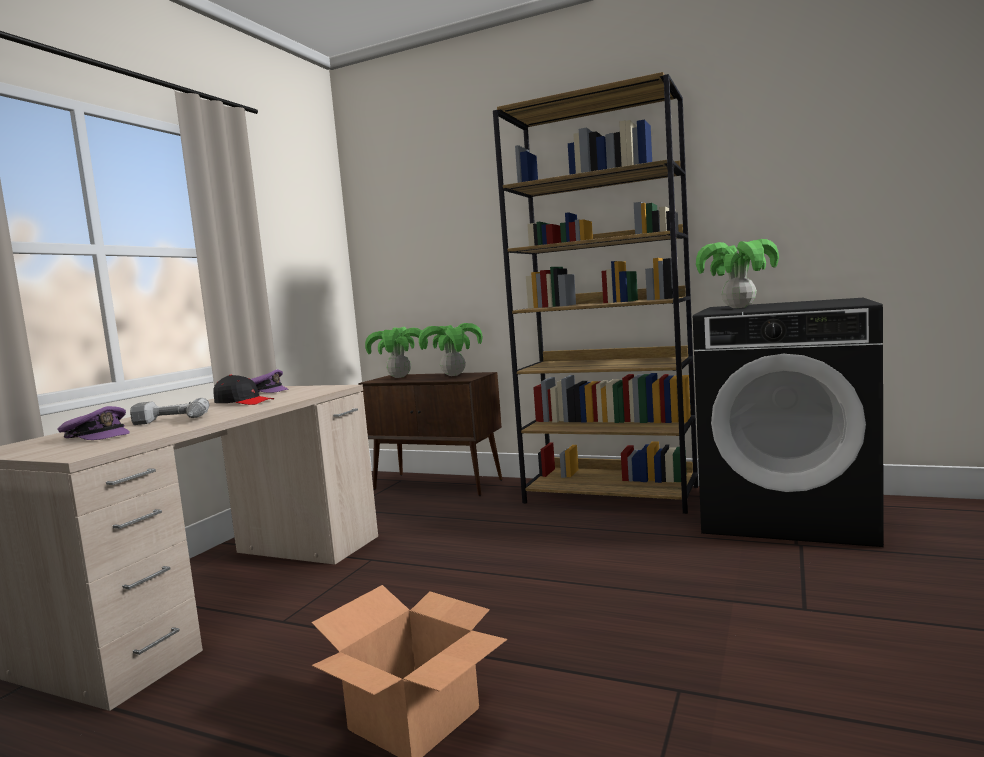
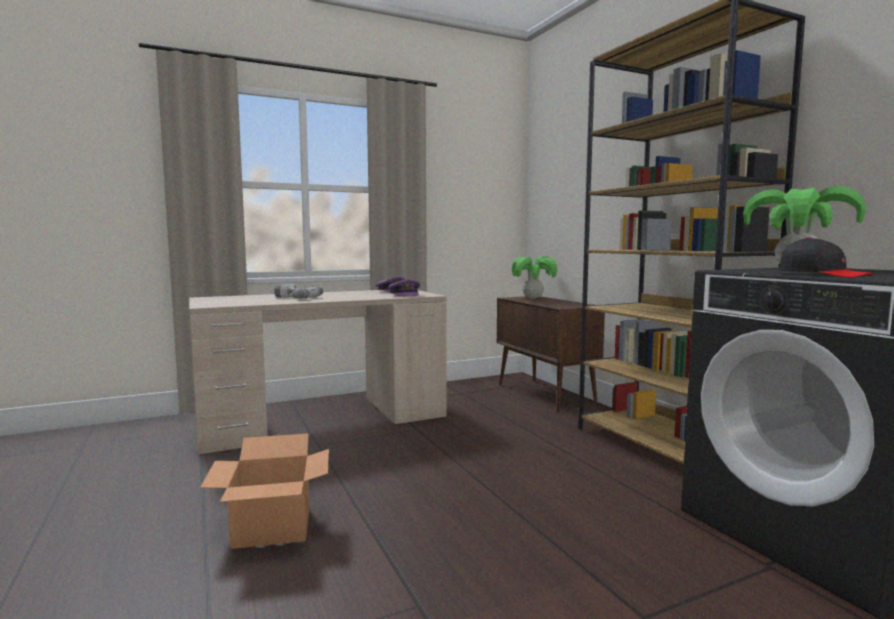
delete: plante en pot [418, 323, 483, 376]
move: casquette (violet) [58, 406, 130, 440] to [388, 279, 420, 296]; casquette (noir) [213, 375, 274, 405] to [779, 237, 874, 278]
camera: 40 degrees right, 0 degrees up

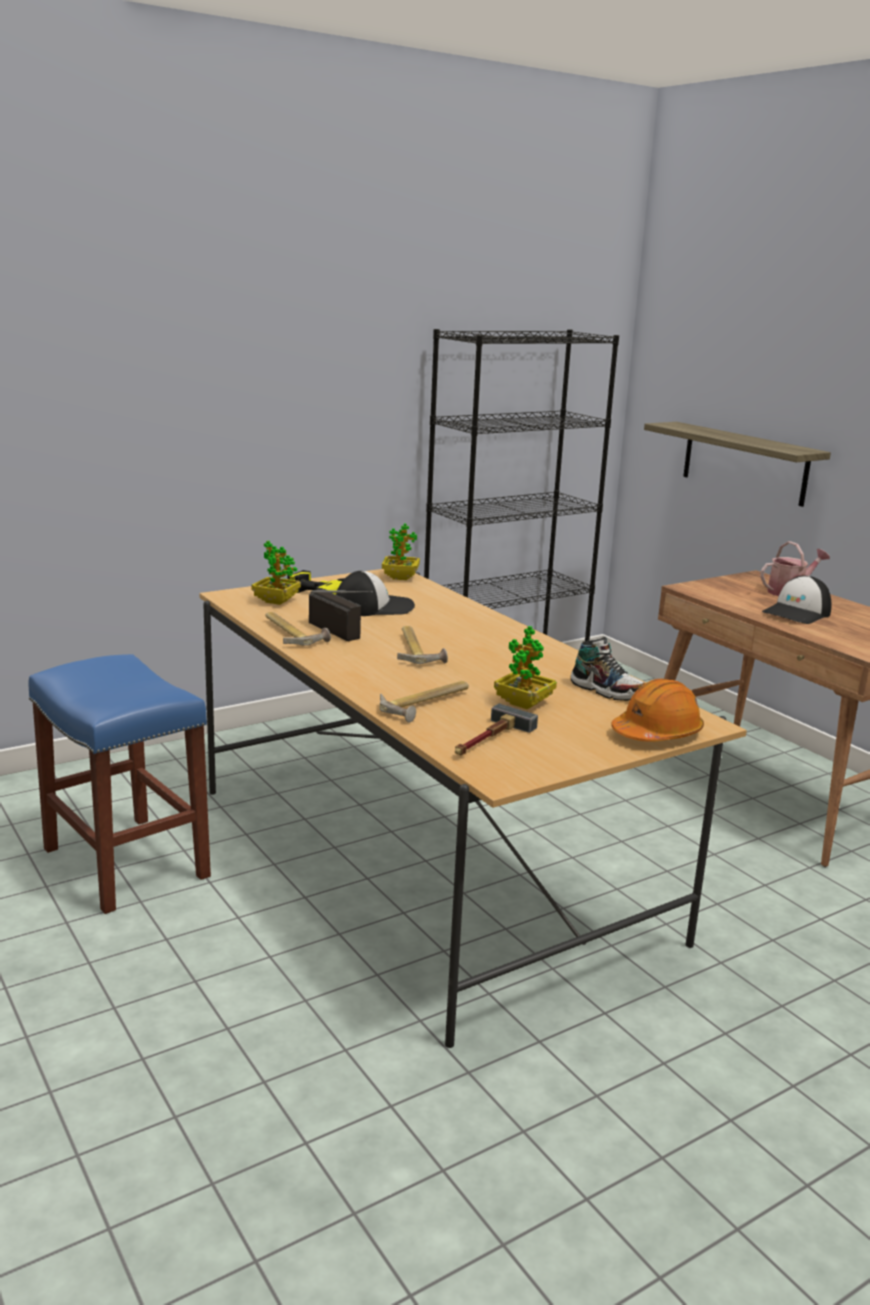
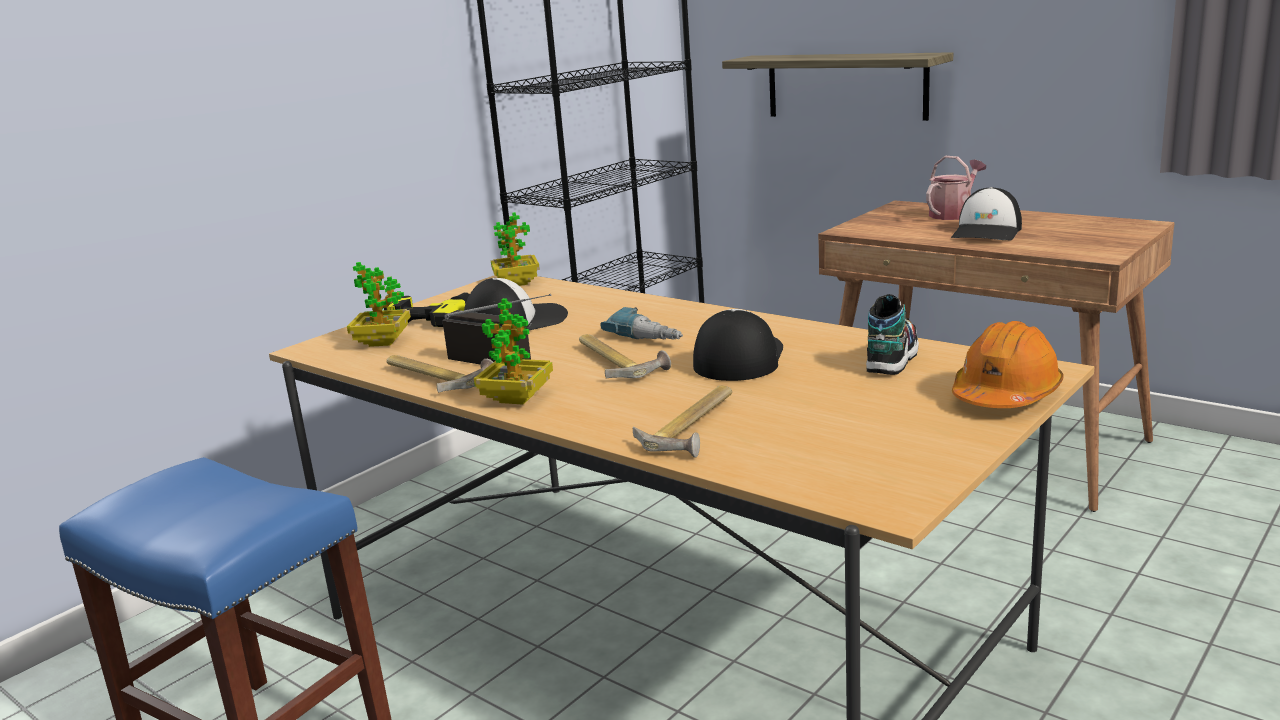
delete: marteau [455, 704, 538, 755]
insert: perceuse [600, 307, 683, 340]; casquette [693, 309, 783, 381]
move: plante en pot [494, 626, 557, 709] to [474, 298, 553, 405]
rotate: chaussure [571, 637, 645, 701] = [866, 294, 919, 375] 90 degrees counterclockwise
camera: 15 degrees left, 0 degrees up

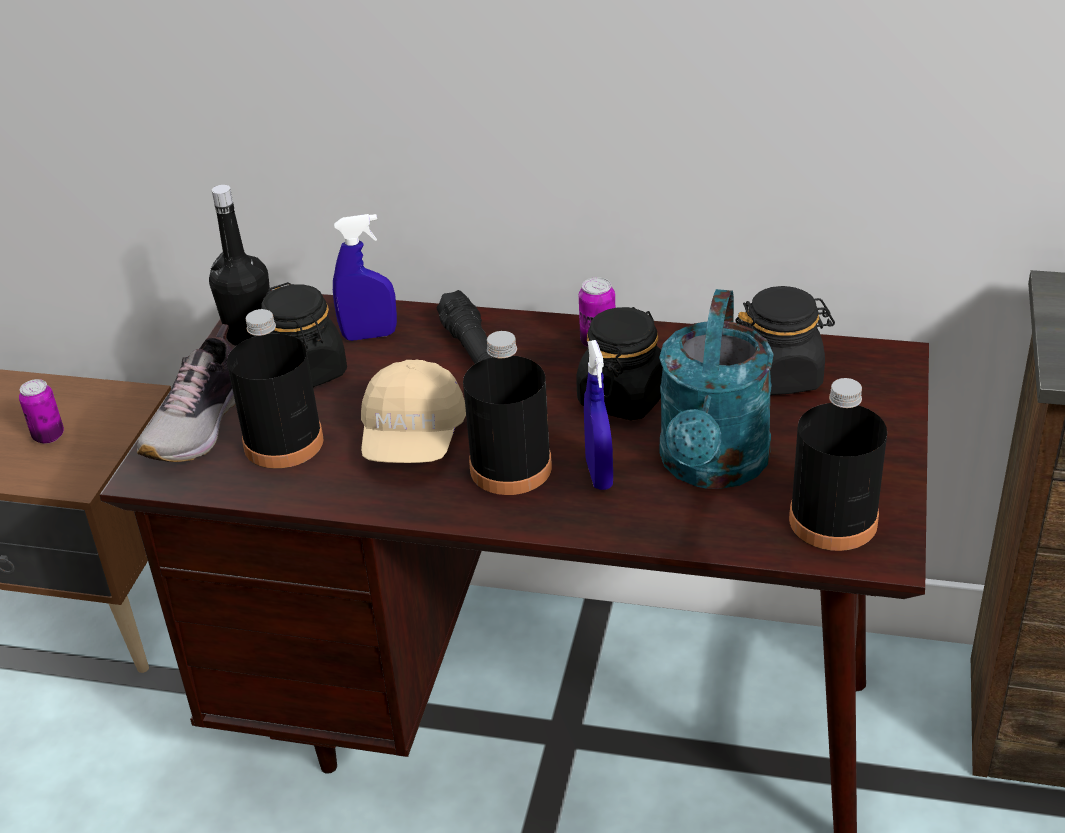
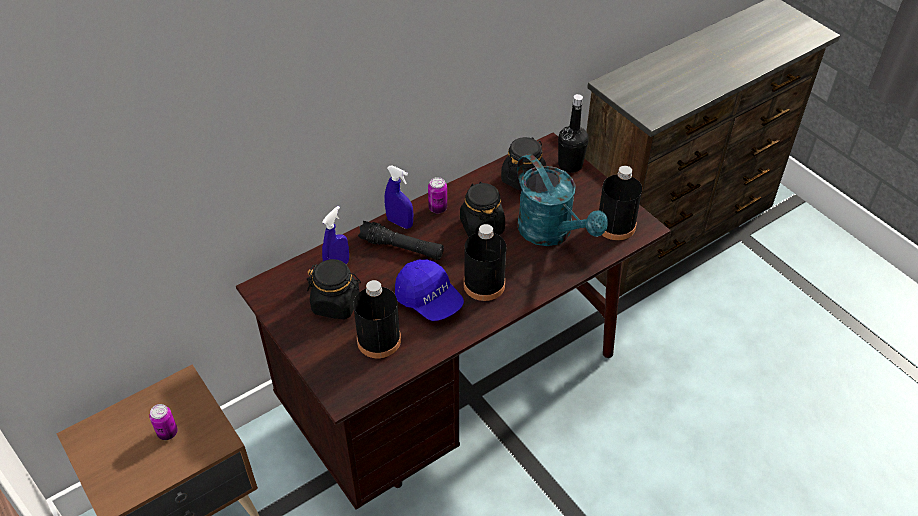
delete: chaussure [137, 324, 236, 462]
move: bouteille (noir) [209, 185, 270, 346] to [558, 94, 589, 173]; vaporisateur (bleu) [584, 340, 613, 490] to [384, 165, 413, 229]
recolor: casquette (beige) [361, 359, 466, 463] to casquette (bleu) [395, 259, 464, 321]
camera: 50 degrees left, 10 degrees up

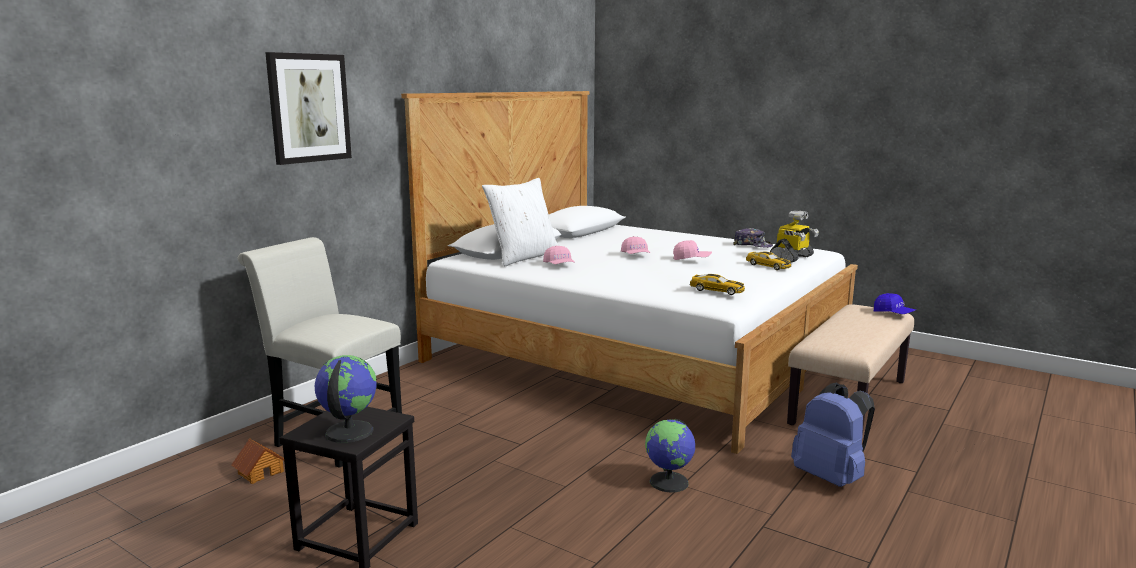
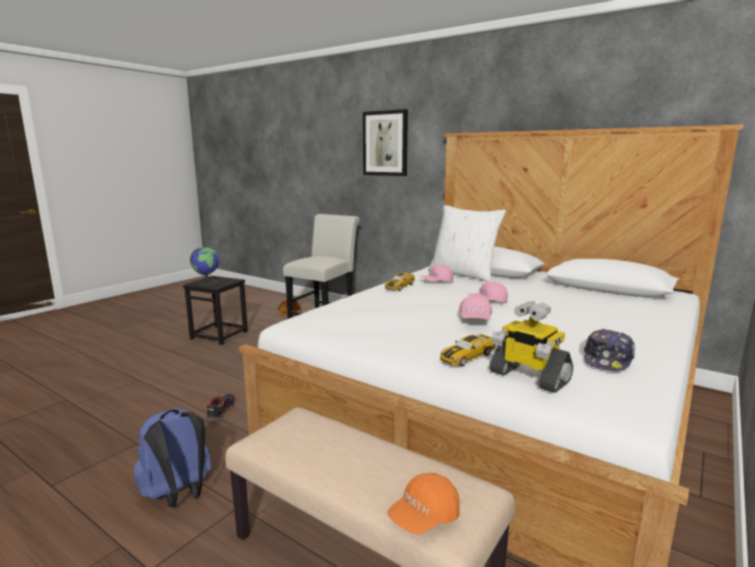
move: petite voiture [689, 274, 745, 295] to [385, 273, 415, 291]
replace: globe [645, 419, 695, 492] to chaussure [206, 394, 236, 422]
recolor: casquette (bleu) [874, 293, 916, 314] to casquette (orange) [387, 473, 460, 535]
camera: 90 degrees right, 0 degrees up

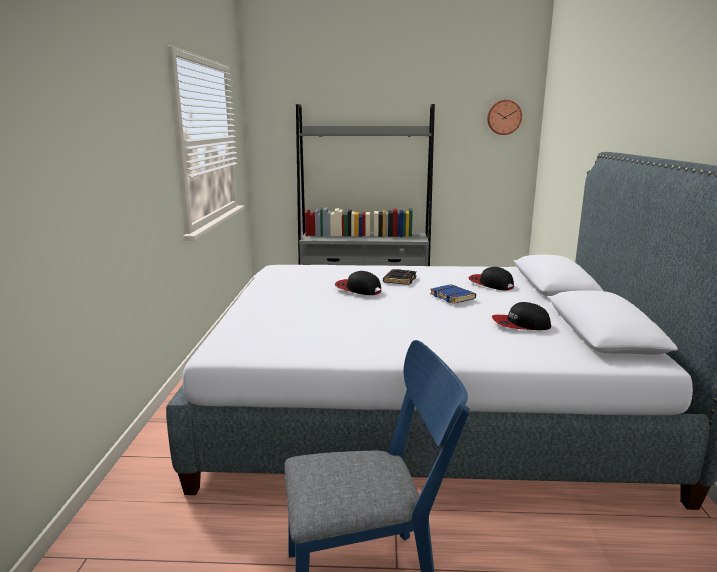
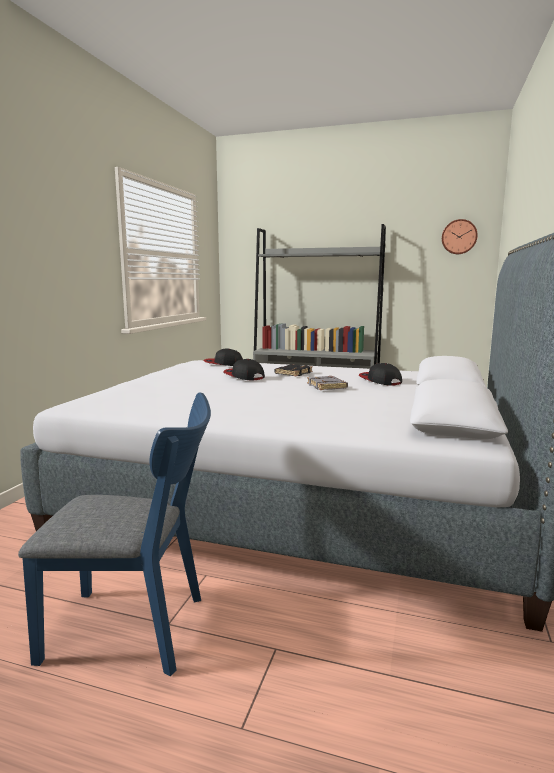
move: casquette [492, 302, 551, 330] to [204, 348, 243, 366]
recolor: livre (bleu) [430, 284, 476, 304] to livre (gris) [307, 376, 348, 390]
camera: 15 degrees right, 5 degrees down

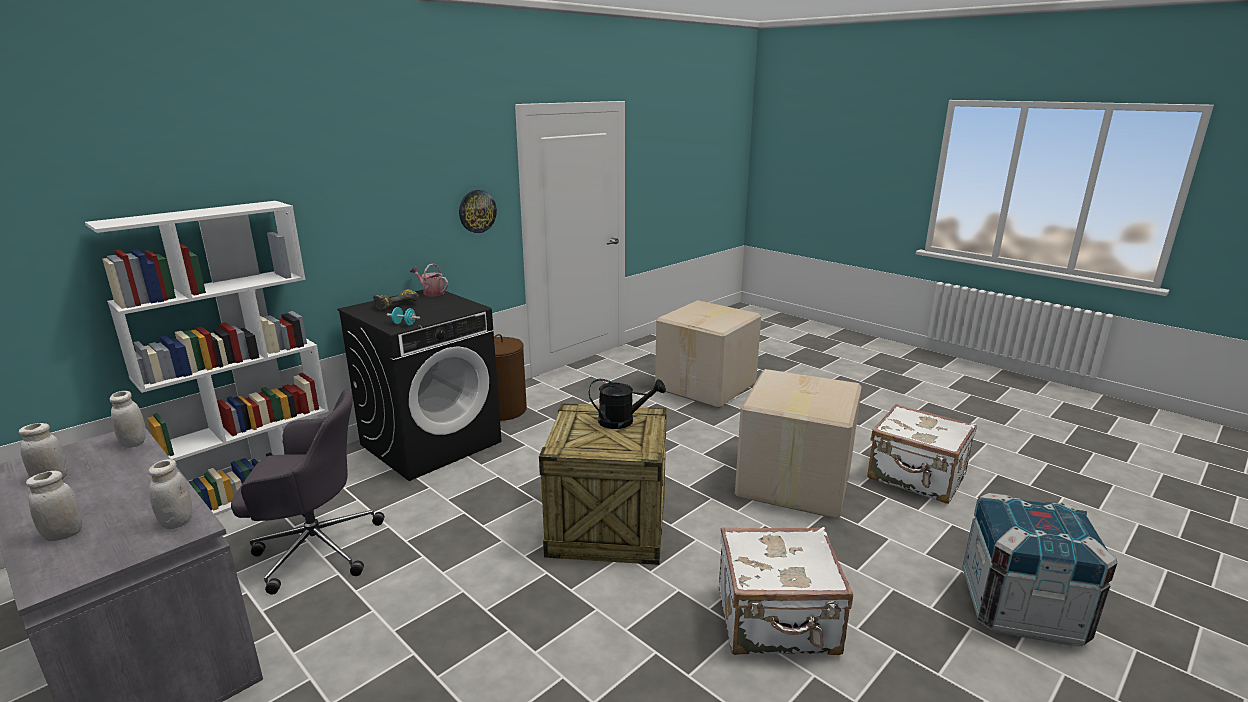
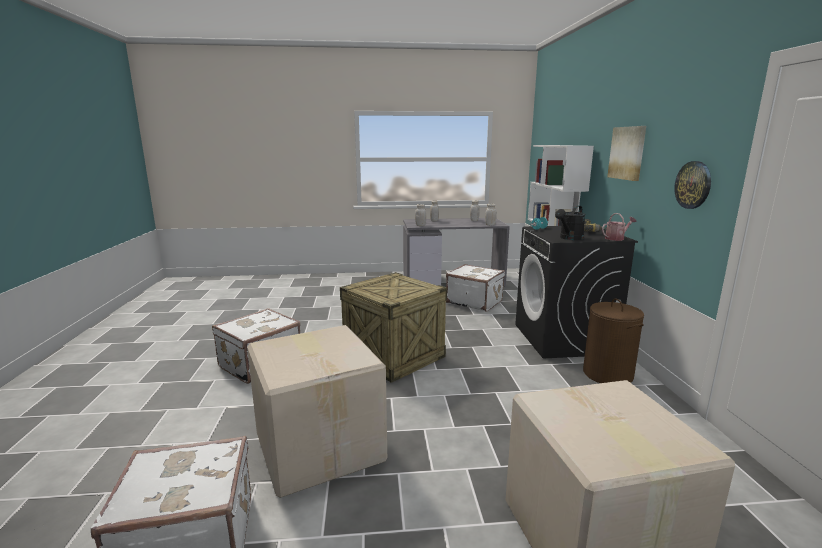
delete: caisse [962, 493, 1117, 646]
insert: tableau [607, 126, 646, 181]
move: arrosoir (noir) [589, 379, 666, 429] to [555, 206, 586, 240]
replace: chaise de bureau (gris) [231, 389, 384, 595] to valise (blanc) [446, 264, 505, 311]
camera: 130 degrees right, 5 degrees down

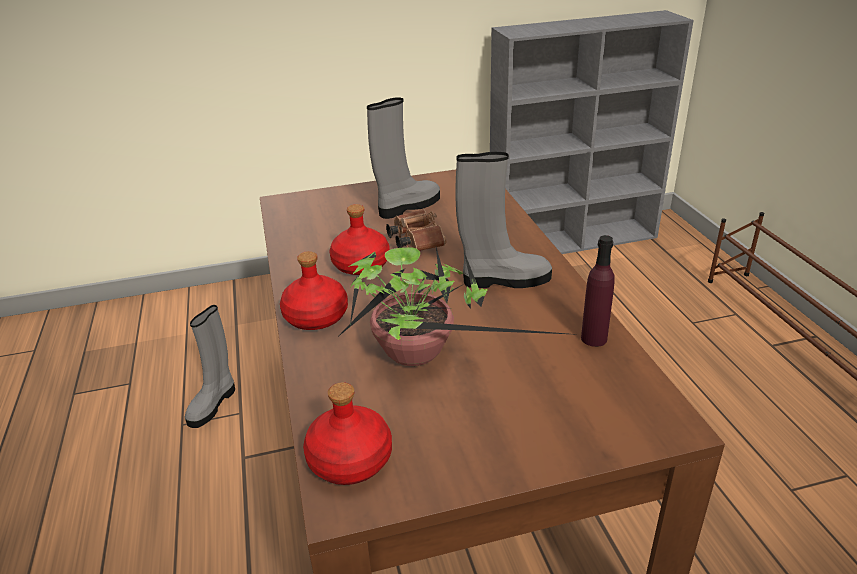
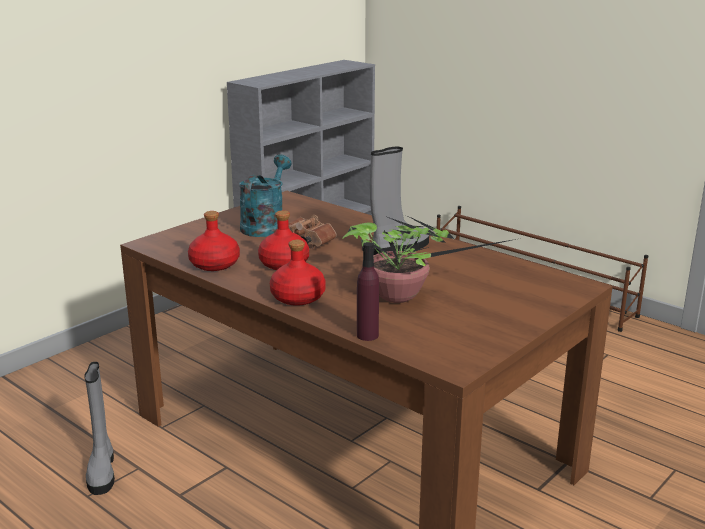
move: bouteille (rouge) [303, 382, 392, 485] to [188, 211, 240, 271]; bouteille (violet) [581, 235, 615, 347] to [357, 242, 379, 341]
replace: botte (gris) [367, 97, 440, 219] to arrosoir (turquoise) [239, 155, 292, 237]
camera: 35 degrees left, 10 degrees down

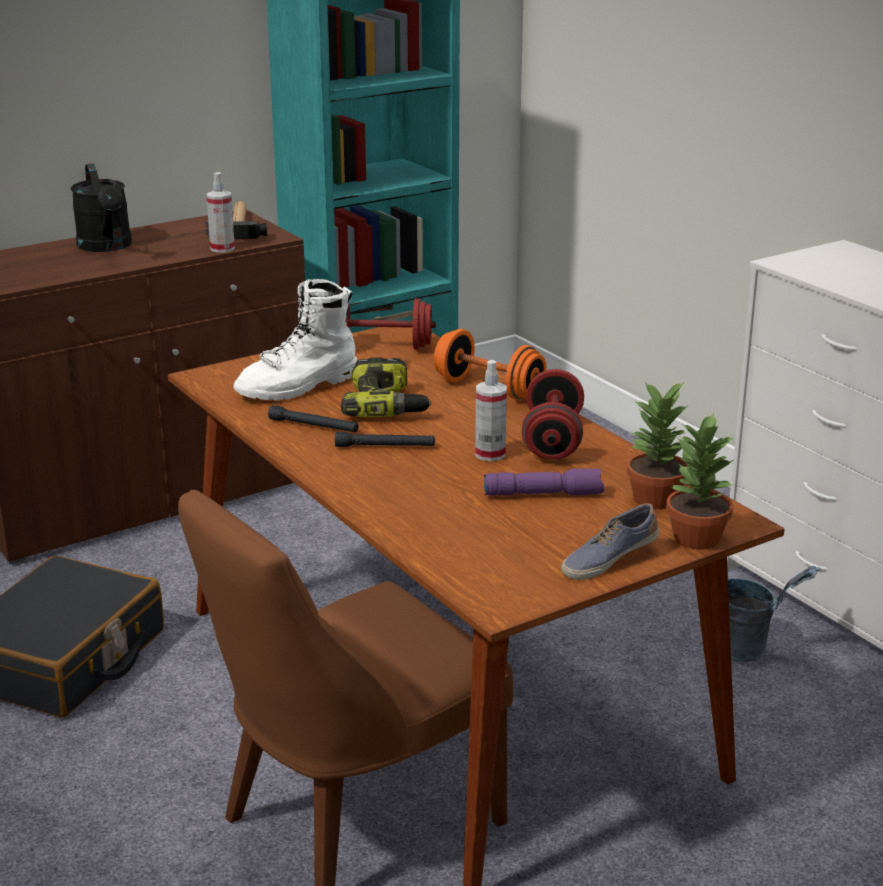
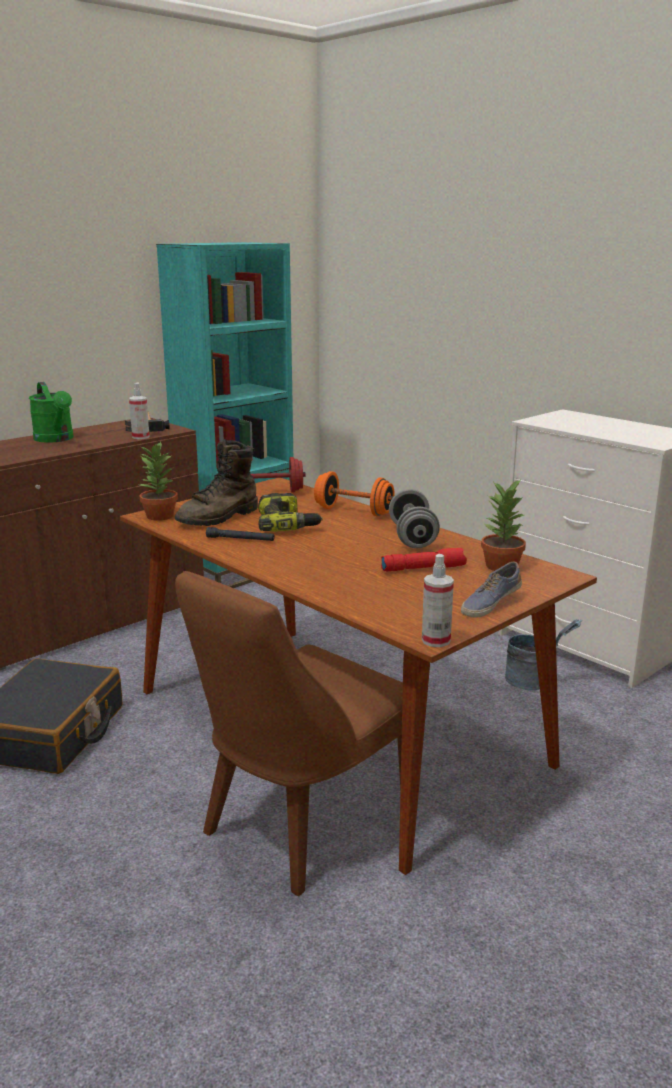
delete: lampe de poche (noir) [335, 432, 435, 447]
move: vaporisateur [475, 360, 507, 461] to [422, 554, 454, 647]; plante en pot [666, 413, 733, 549] to [140, 442, 178, 521]
recolor: arrosoir (noir) [70, 163, 132, 252] to arrosoir (vert) [29, 382, 74, 443]; botte (blanc) [233, 279, 357, 401] to botte (marron) [175, 439, 258, 526]; lampe de poche (violet) [484, 468, 605, 496] to lampe de poche (rouge) [381, 548, 467, 571]; haltère (rouge) [522, 369, 584, 460] to haltère (gris) [389, 489, 440, 548]
camera: 10 degrees left, 5 degrees down

